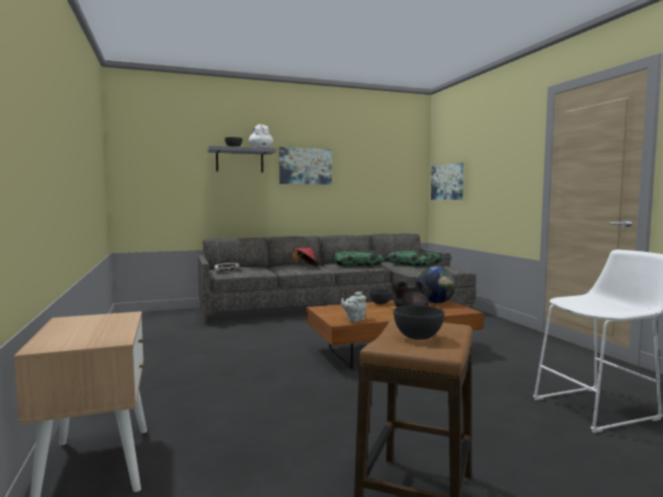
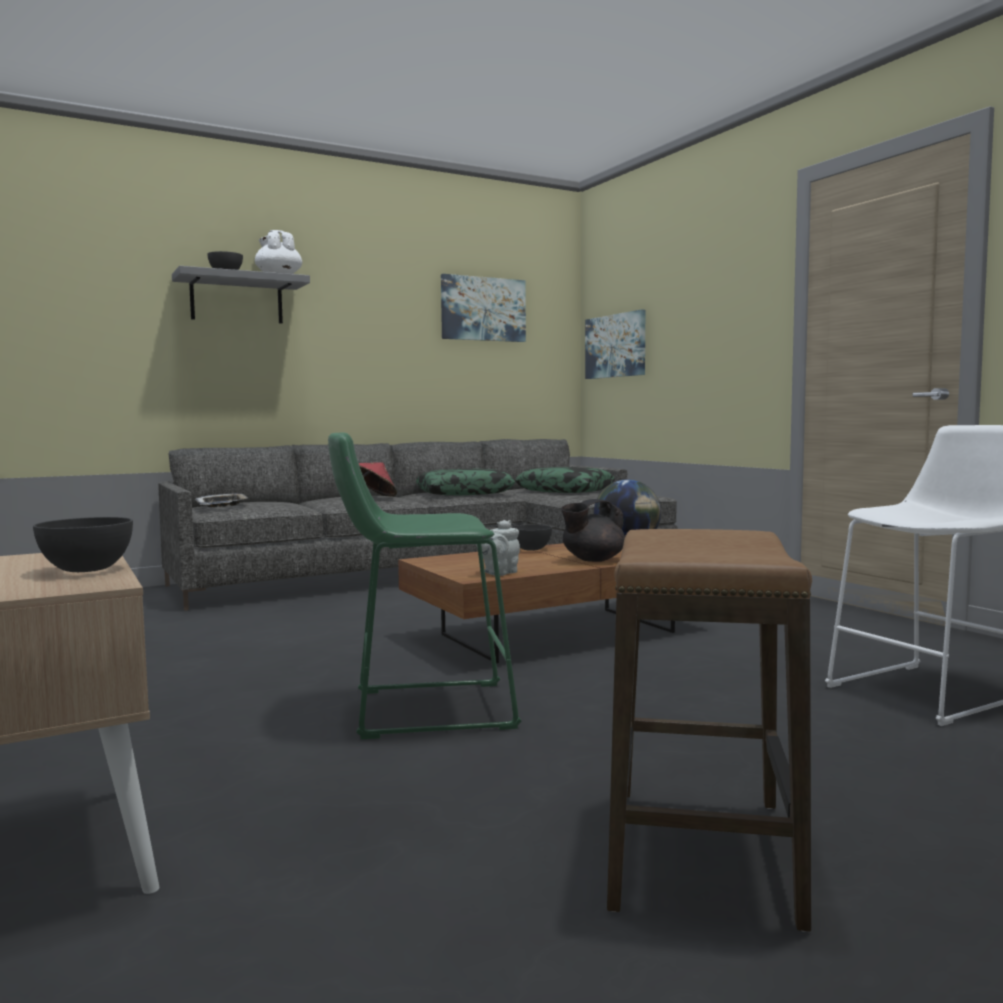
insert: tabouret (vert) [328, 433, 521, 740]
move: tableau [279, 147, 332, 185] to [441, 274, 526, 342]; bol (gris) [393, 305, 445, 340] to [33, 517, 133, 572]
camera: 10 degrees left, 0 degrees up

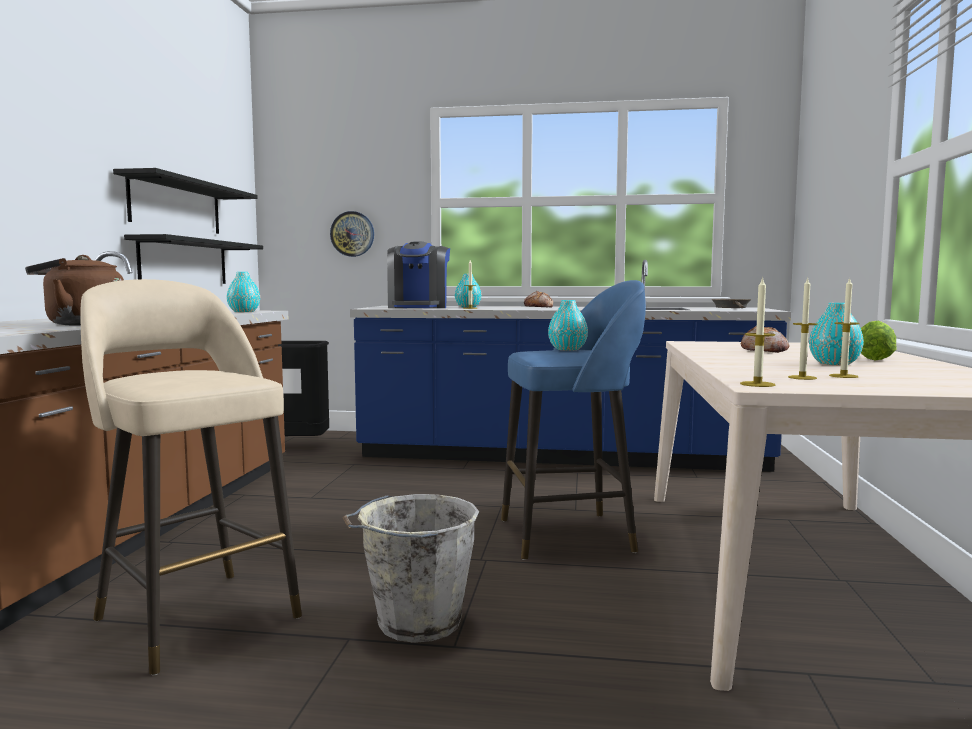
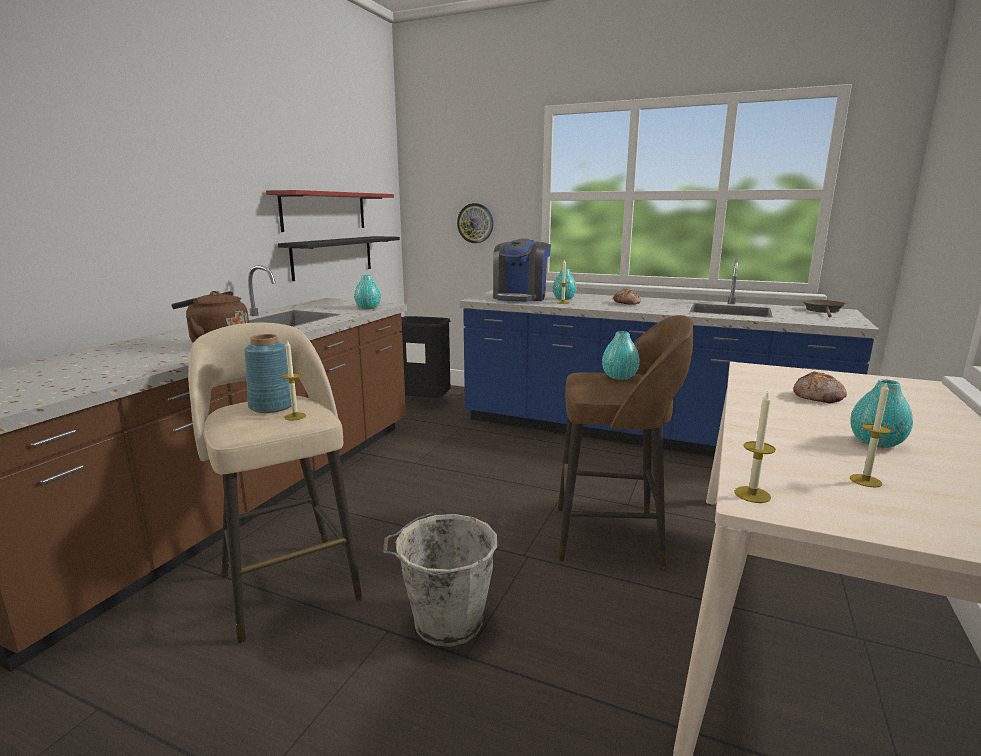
delete: laitue [861, 320, 896, 361]
insert: vase (bleu) [245, 334, 291, 413]
move: bougie [788, 278, 818, 380] to [281, 340, 306, 420]
recolor: étagère (noir) [113, 168, 258, 234] to étagère (rouge) [266, 190, 394, 232]; tabouret (bleu) [501, 280, 646, 560] to tabouret (marron) [557, 315, 693, 568]
camera: 15 degrees right, 10 degrees up

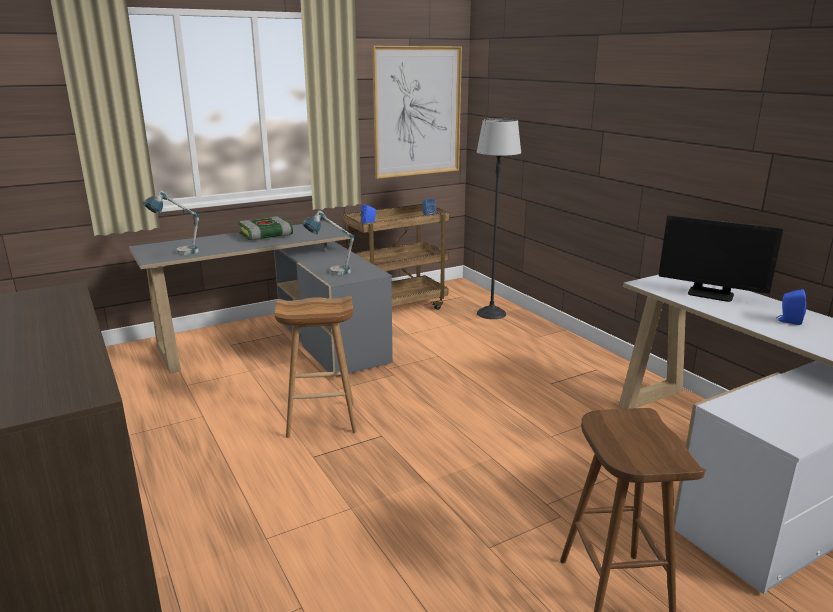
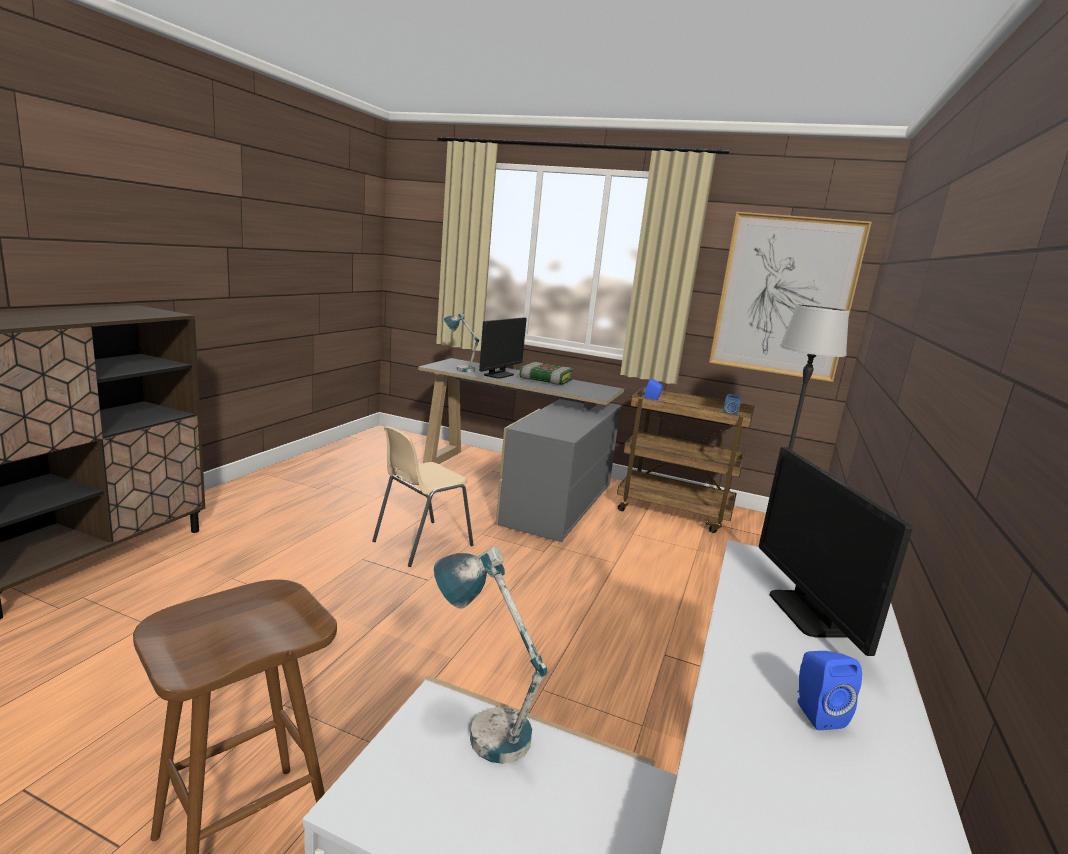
insert: écran d'ordinateur [479, 317, 527, 379]
move: lampe de table [302, 210, 355, 275] to [434, 547, 548, 764]
replace: tabouret (marron) [274, 296, 357, 438] to chaise (beige) [372, 426, 474, 567]
camera: 50 degrees right, 5 degrees down

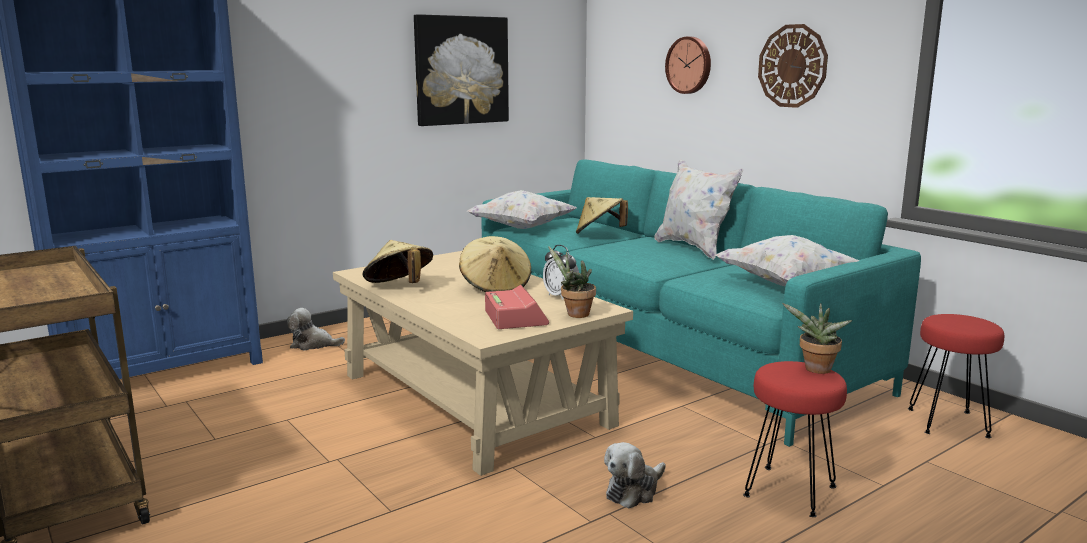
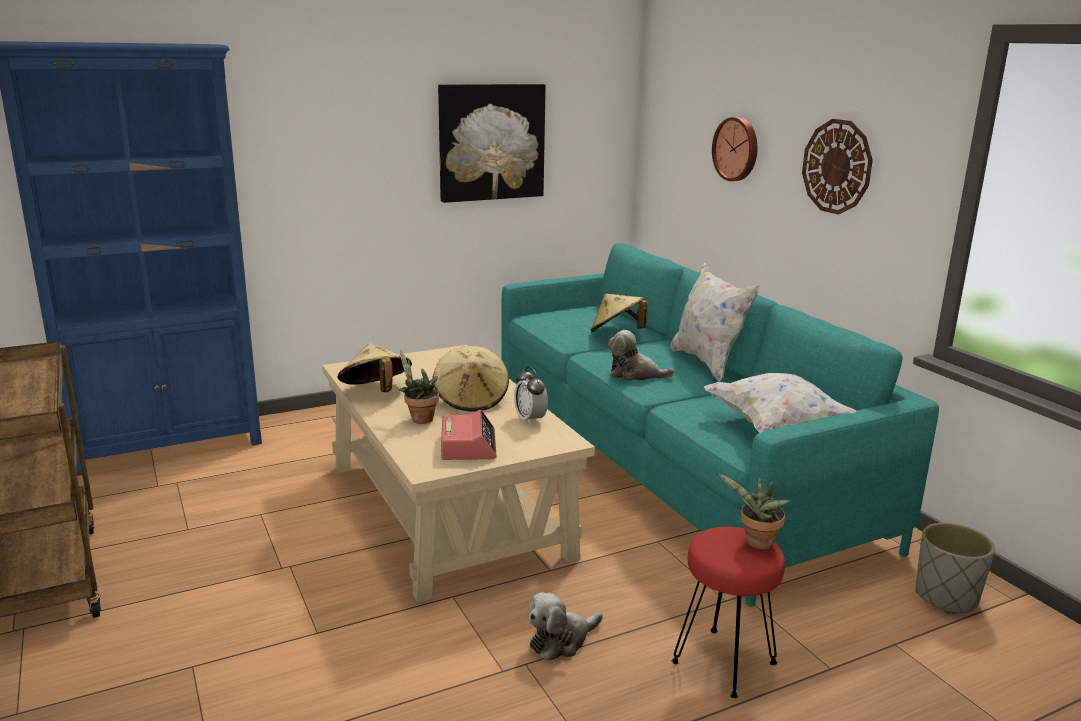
delete: coussin (blanc) [467, 190, 577, 229]
move: peluche [287, 308, 345, 350] to [608, 330, 675, 381]; plante en pot [548, 246, 596, 318] to [399, 350, 439, 424]
replace: tabouret (rouge) [908, 314, 1004, 438] to cache-pot (gris) [916, 523, 995, 614]
camera: 10 degrees right, 5 degrees up

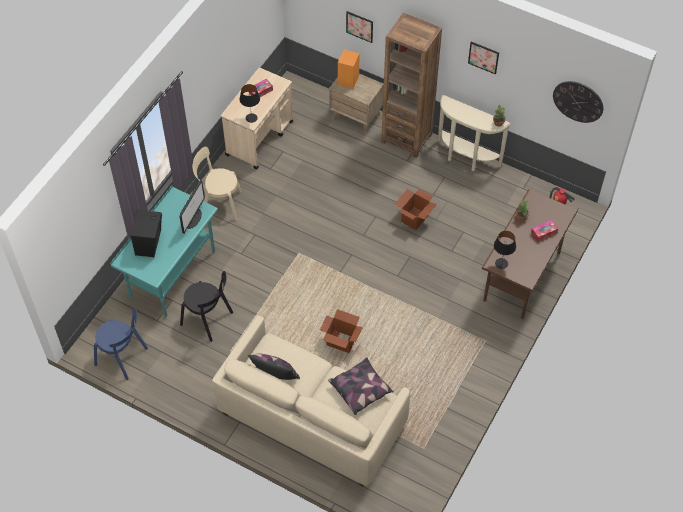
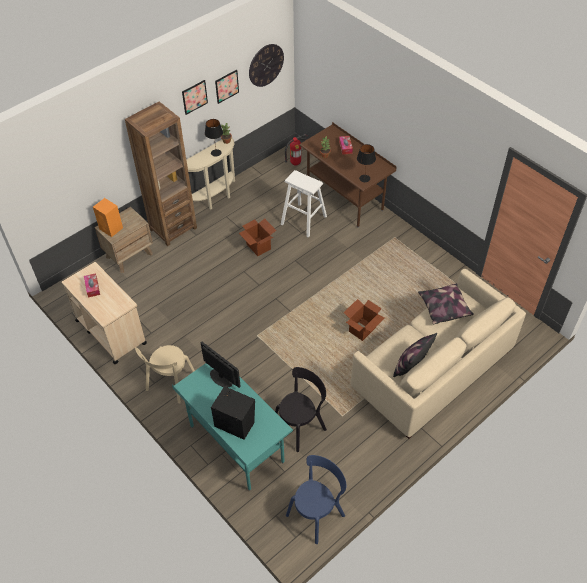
insert: tabouret (blanc) [281, 170, 327, 238]
move: lampe de table (noir) [240, 84, 260, 123] to [205, 119, 223, 157]; tableau [346, 11, 373, 43] to [215, 70, 239, 104]
camera: 70 degrees left, 5 degrees down

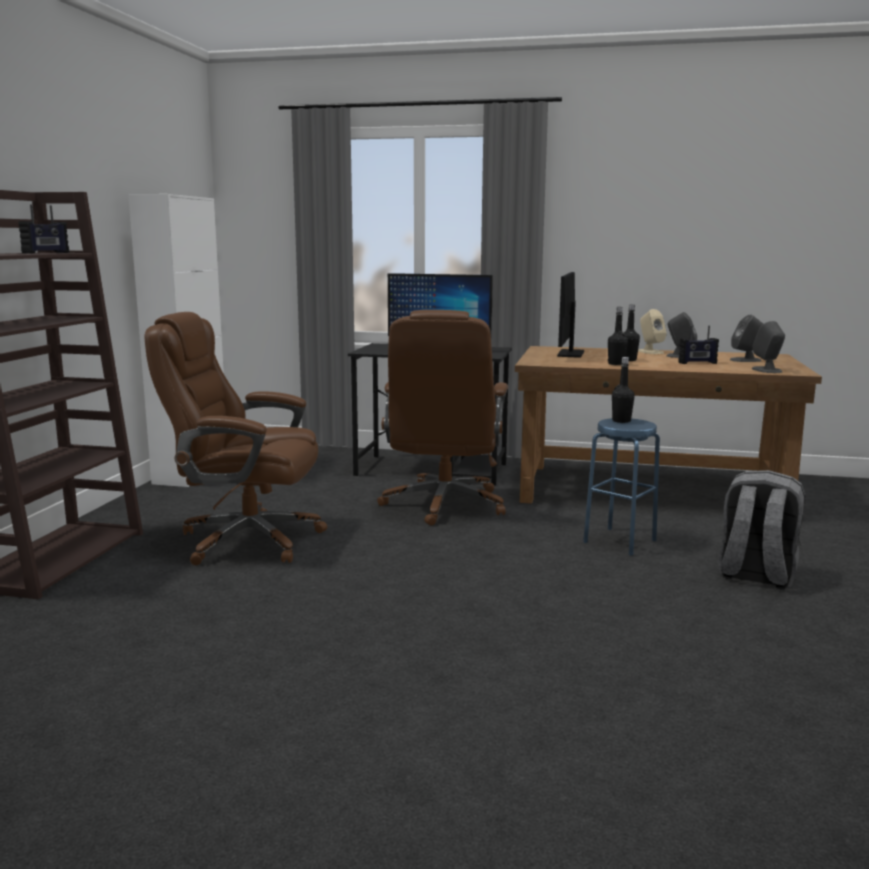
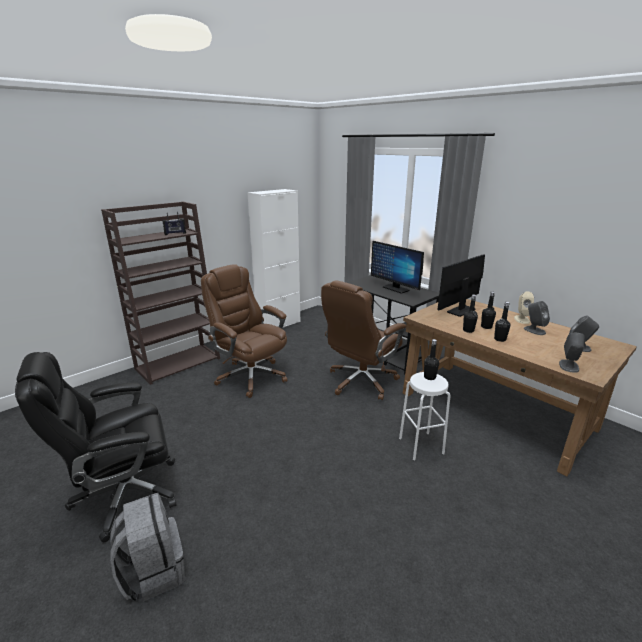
delete: radio [678, 326, 719, 364]
insert: chaise de bureau (noir) [15, 352, 176, 542]; bouteille (noir) [494, 302, 511, 342]
move: sac à dos (gris) [718, 470, 805, 589] to [110, 493, 185, 602]
recolor: tabouret (bleu) [583, 418, 660, 556] to tabouret (blanc) [399, 372, 450, 460]
camera: 35 degrees right, 10 degrees up

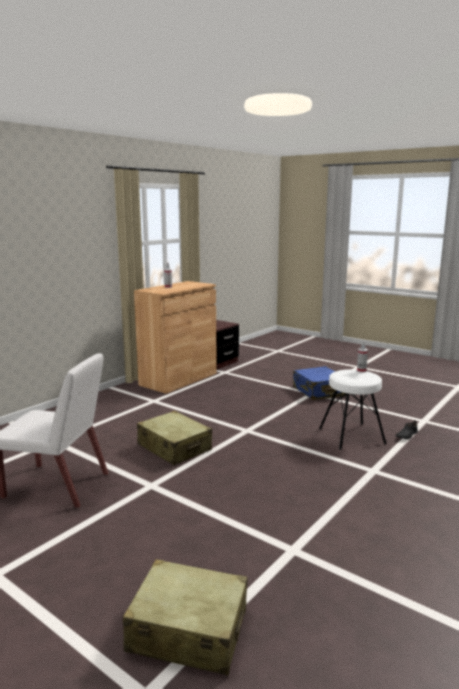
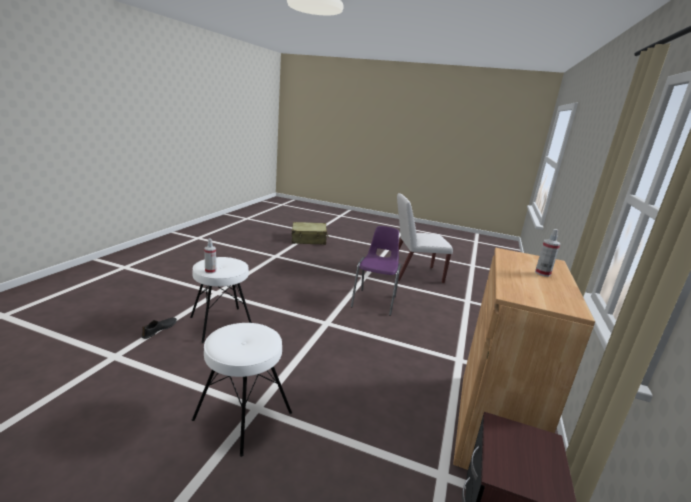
replace: valise (beige) [137, 411, 212, 465] to chaise (violet) [351, 226, 401, 316]; valise (bleu) [293, 366, 347, 400] to tabouret (blanc) [192, 323, 292, 457]
camera: 160 degrees right, 5 degrees up

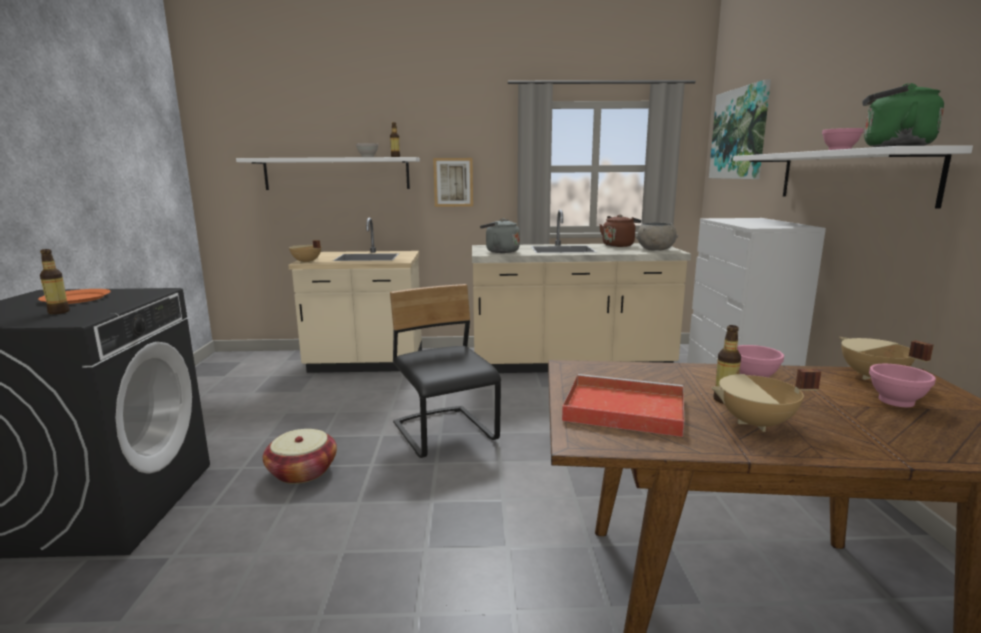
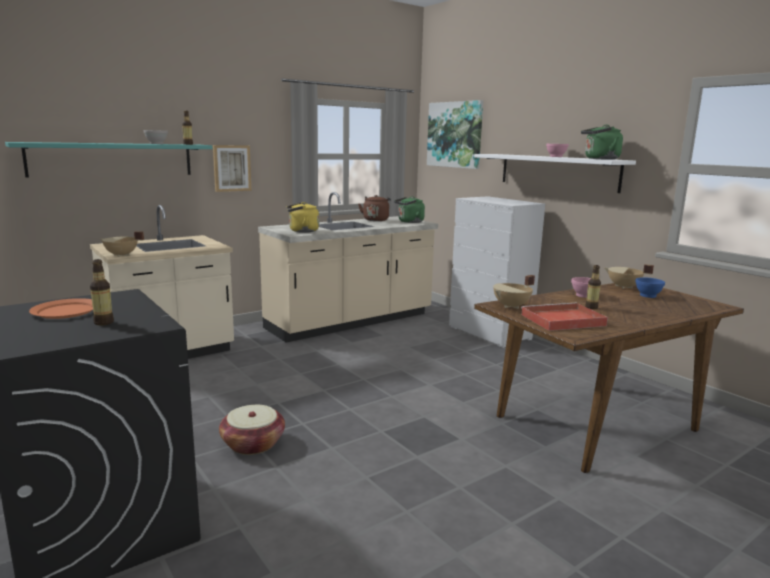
delete: chaise (noir) [390, 284, 501, 458]
move: marmite (beige) [711, 369, 821, 432] to [493, 275, 535, 309]
replace: bol (gris) [636, 222, 678, 250] to bouilloire (vert) [394, 196, 425, 223]
recolor: étagère (blanc) [236, 157, 420, 190] to étagère (turquoise) [5, 142, 212, 178]; bouilloire (gris) [480, 218, 520, 253] to bouilloire (jaune) [287, 202, 319, 233]; bol (rose) [869, 364, 936, 407] to bol (bleu) [635, 277, 665, 298]
camera: 35 degrees left, 0 degrees up

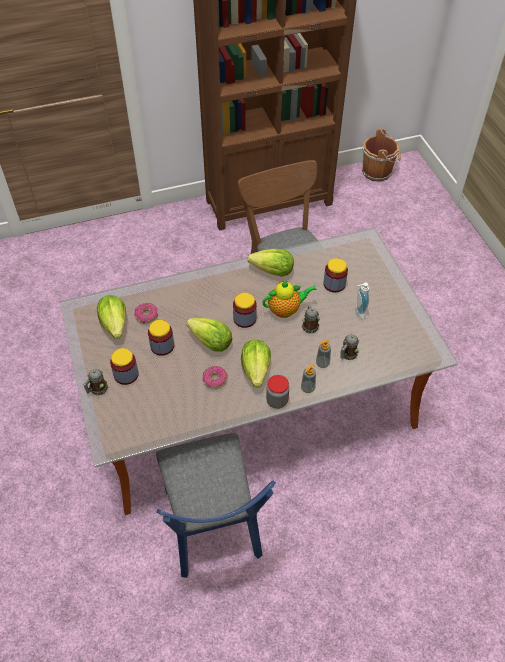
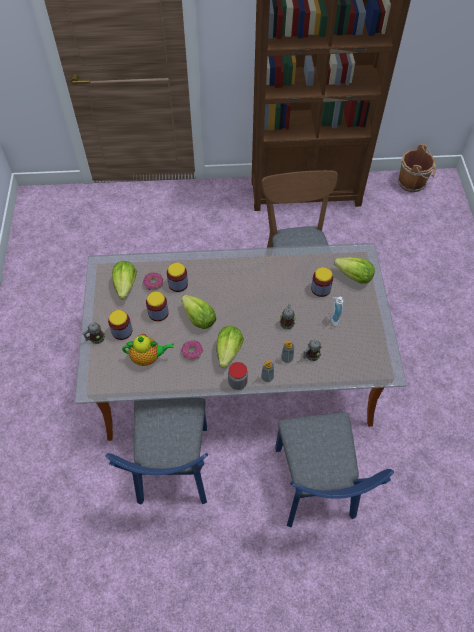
insert: chaise (bleu) [275, 413, 394, 527]
move: bocal [233, 293, 257, 328] to [167, 263, 188, 292]; laitue [248, 249, 294, 277] to [334, 257, 375, 284]; théière [262, 281, 317, 318] to [122, 334, 174, 366]
camera: 15 degrees right, 5 degrees up

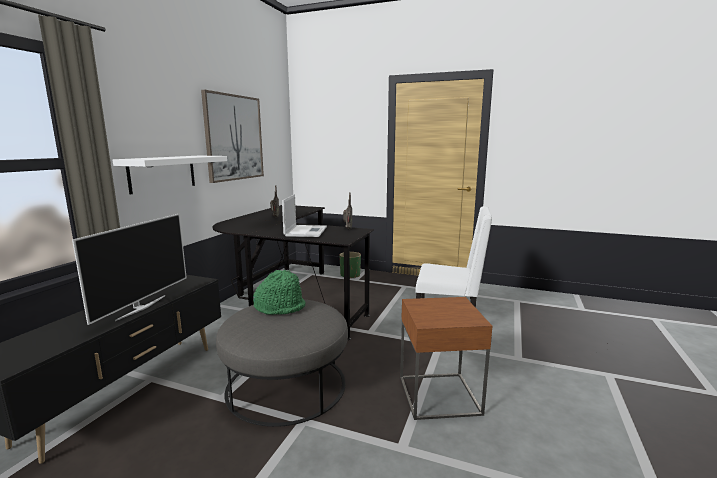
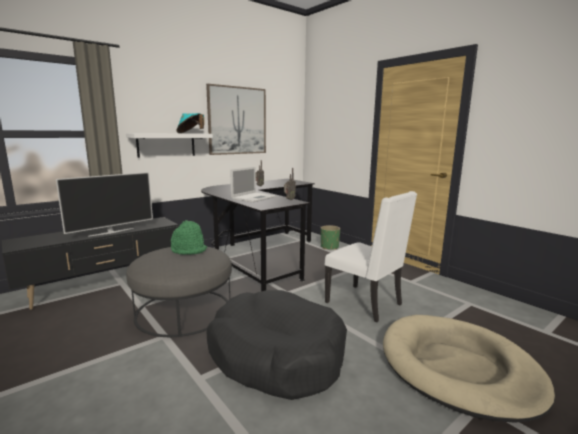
insert: chapeau (turquoise) [176, 113, 204, 133]; panier pour chien (beige) [383, 315, 555, 423]
replace: table d'appoint (marron) [400, 297, 492, 420] to panier pour chien (noir) [207, 290, 347, 400]
camera: 30 degrees right, 0 degrees up

